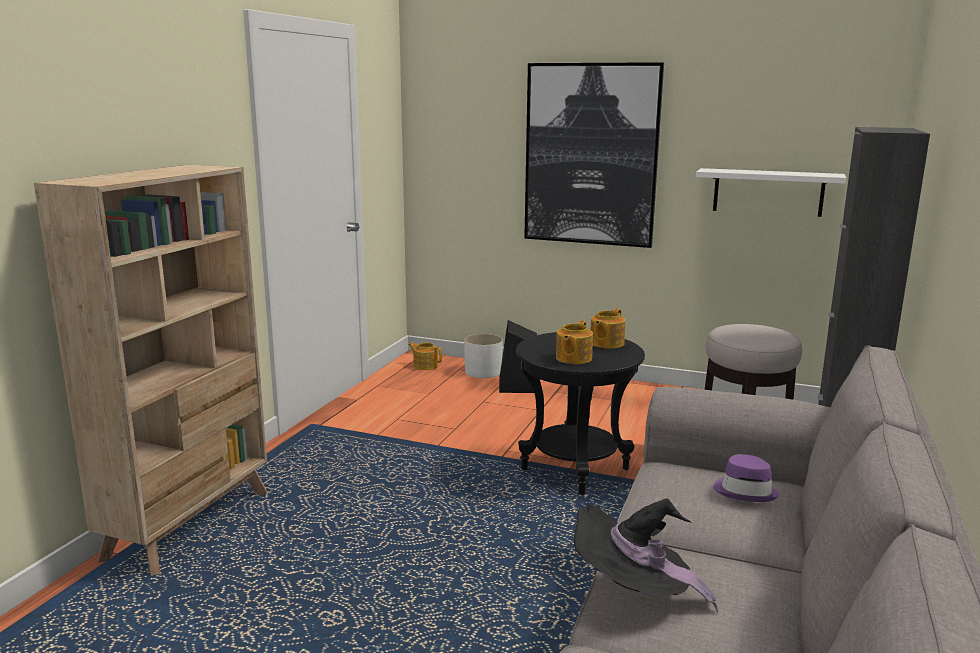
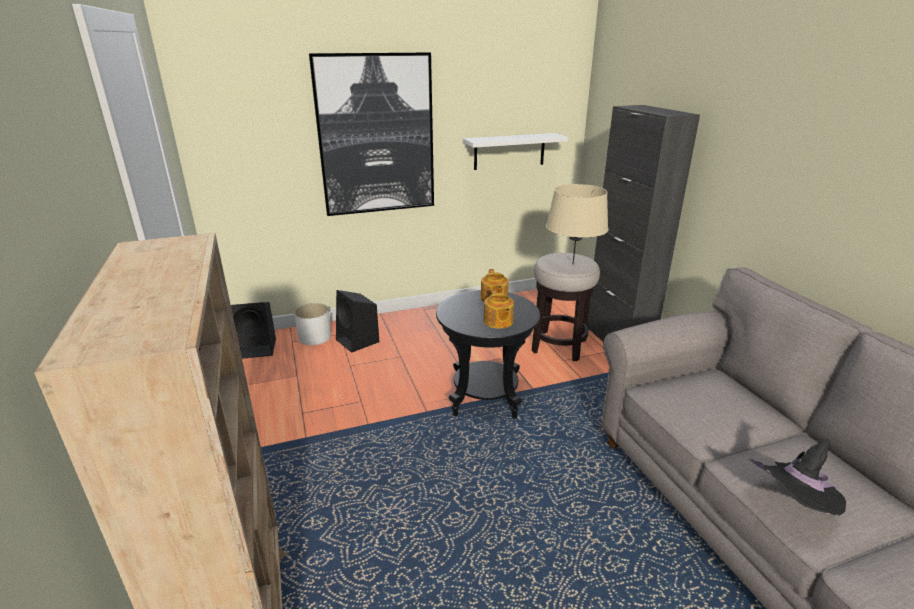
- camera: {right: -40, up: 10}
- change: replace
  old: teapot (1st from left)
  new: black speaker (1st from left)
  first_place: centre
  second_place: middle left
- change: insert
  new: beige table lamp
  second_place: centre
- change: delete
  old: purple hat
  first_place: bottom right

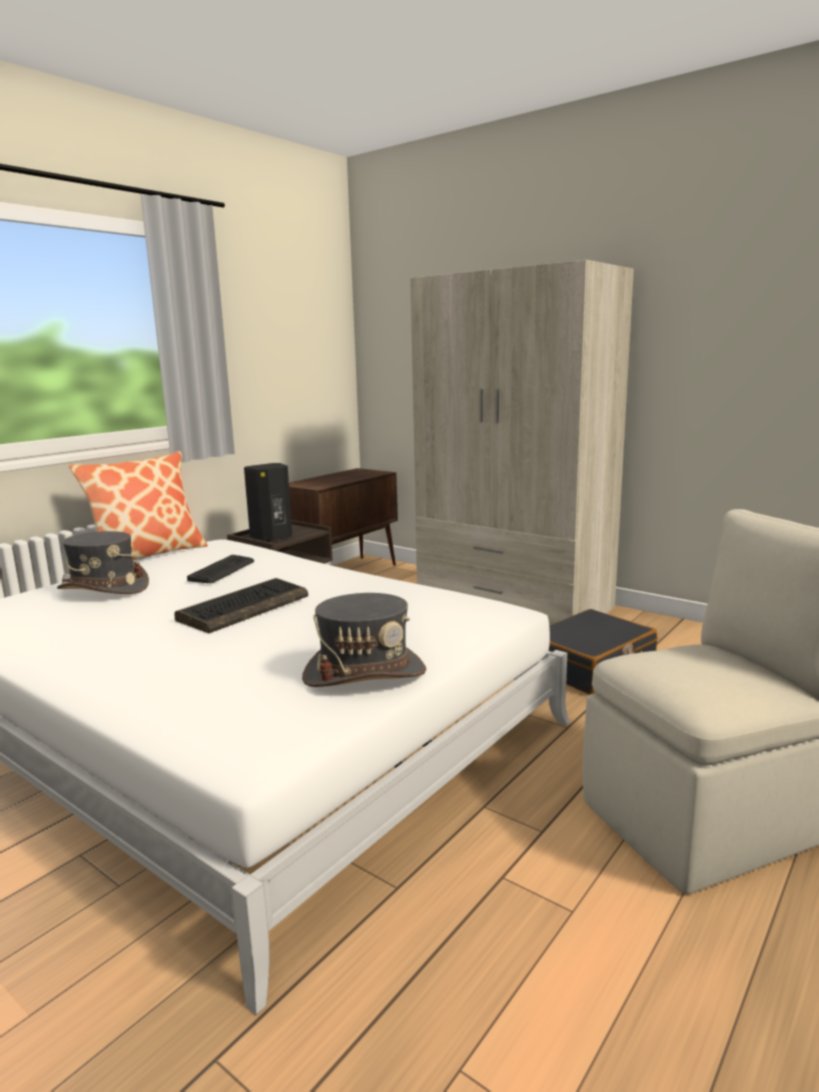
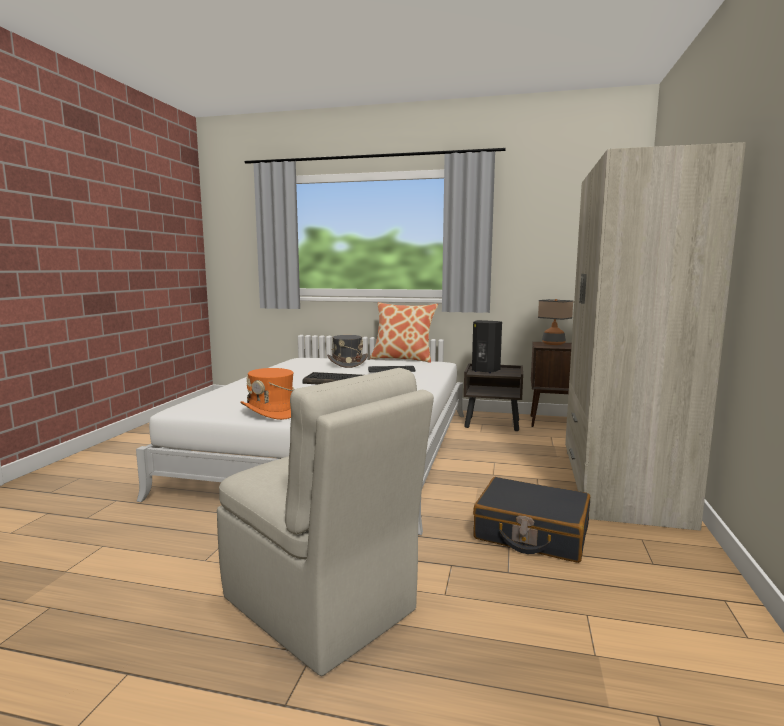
- camera: {right: 65, up: -5}
- change: recolor
  old: grey hat (2nd from left)
  new: orange hat
  first_place: centre
  second_place: centre
- change: insert
  new: table lamp
  second_place: middle right

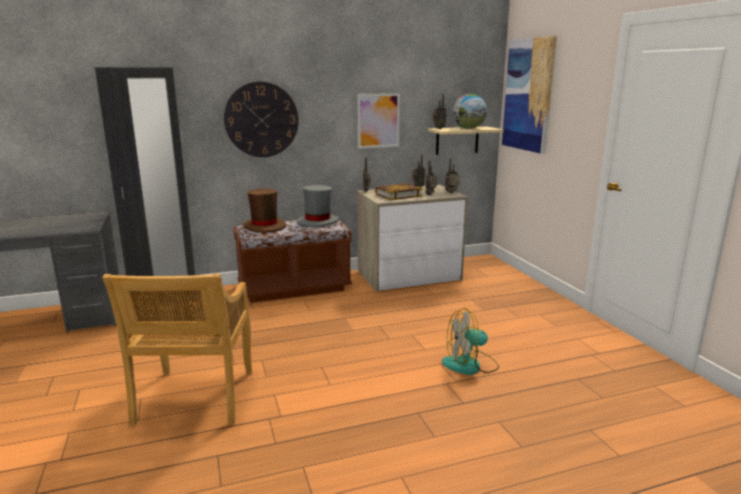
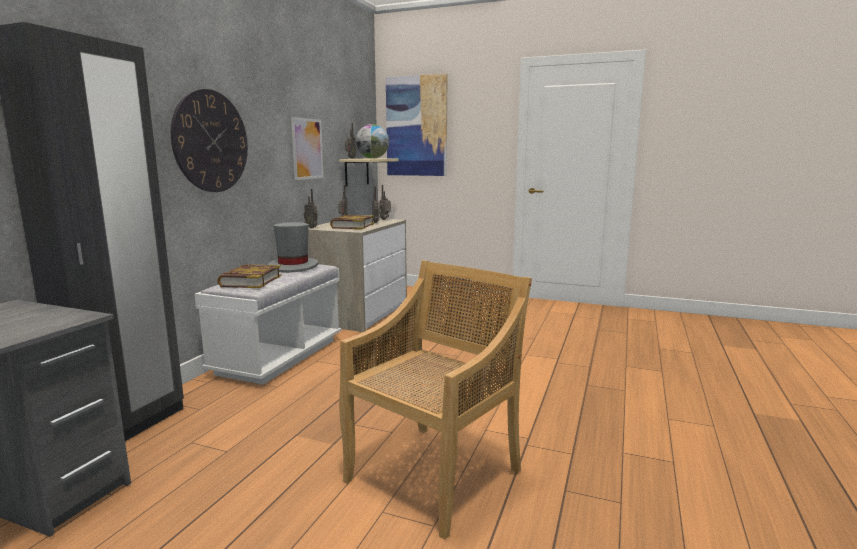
- camera: {right: -50, up: -5}
- change: recolor
  old: brown bench
  new: white bench
  first_place: centre
  second_place: middle left
- change: replace
  old: brown hat
  new: book (1st from left)
  first_place: centre
  second_place: middle left
- change: rotate
  old: beige chair
  first_place: bottom left
  second_place: bottom centre
  degrees: -90
- change: delete
  old: fan
  first_place: bottom centre

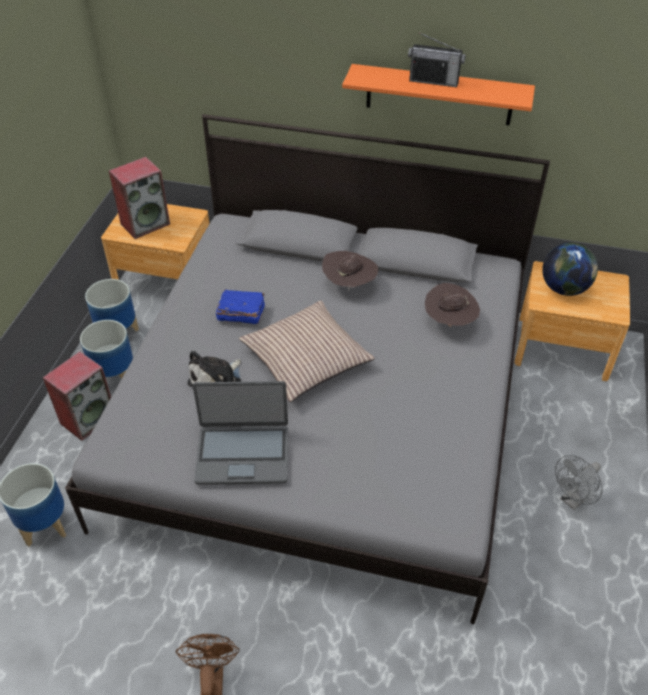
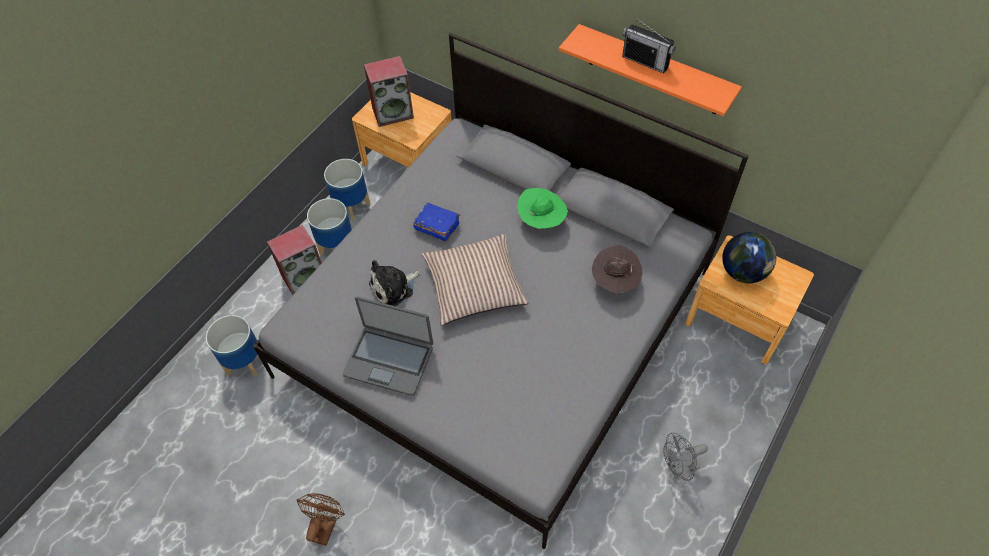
- camera: {right: 20, up: 10}
- change: recolor
  old: brown hat (1st from left)
  new: green hat
  first_place: centre
  second_place: centre

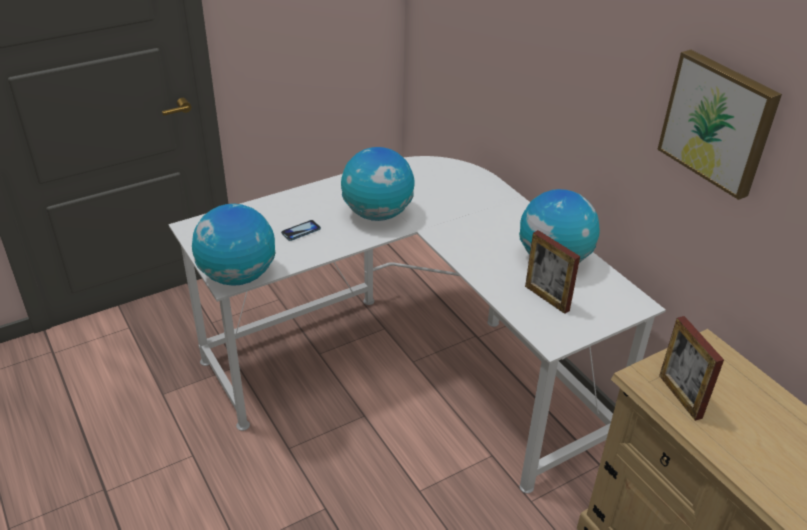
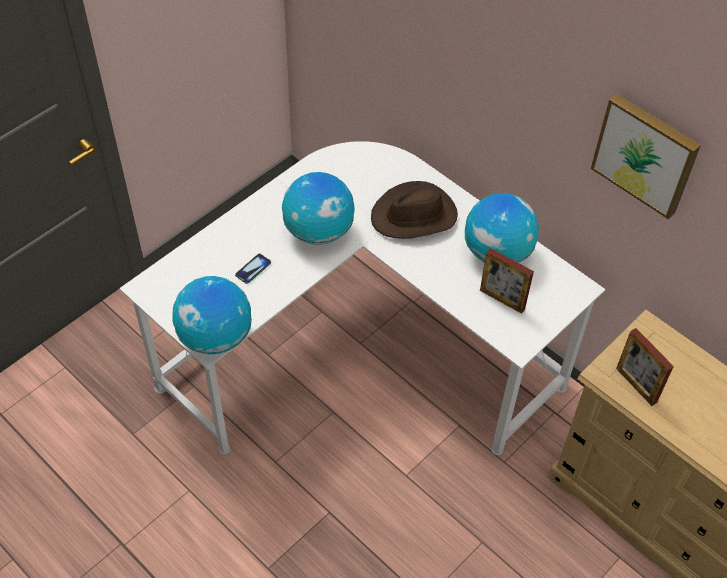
- camera: {right: -15, up: 15}
- change: insert
  new: brown hat
  second_place: centre

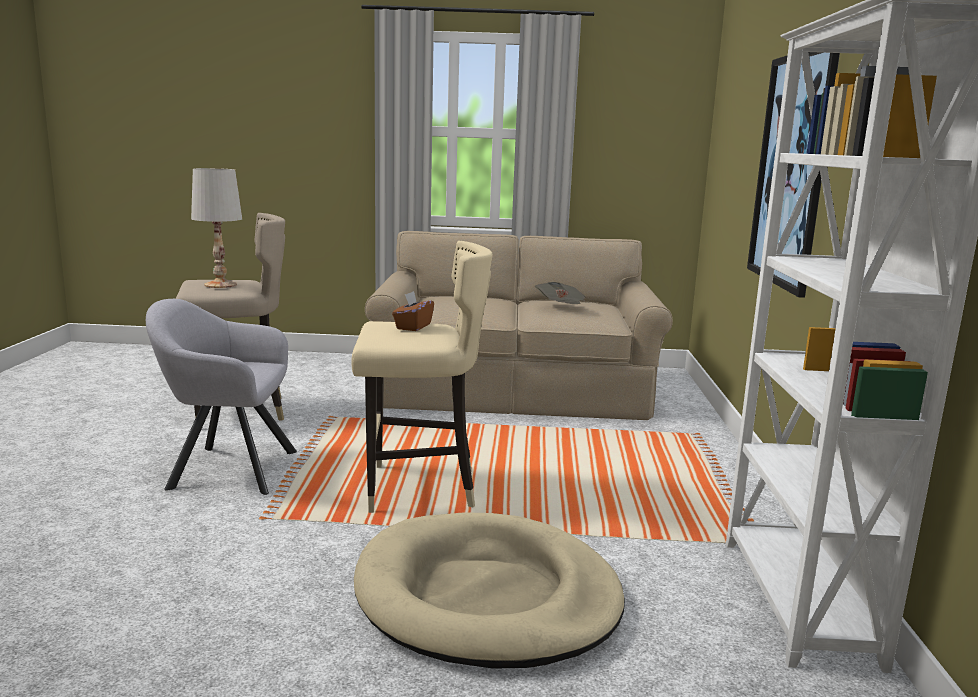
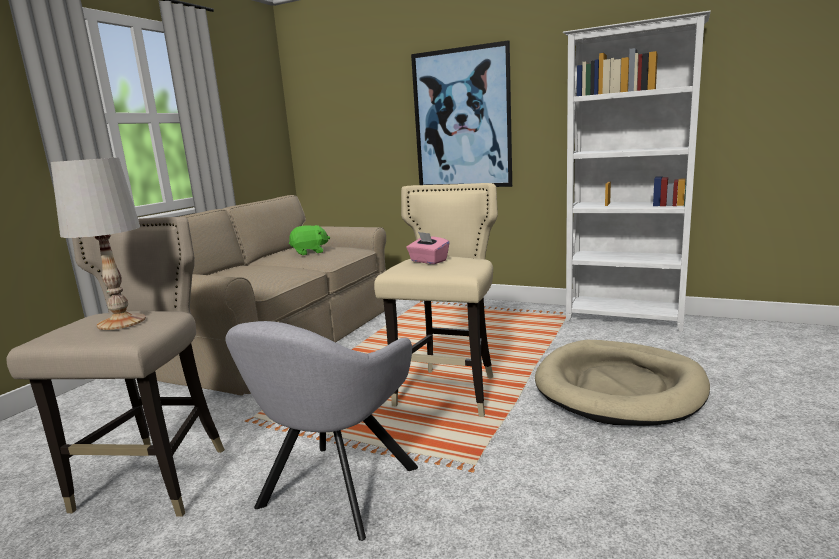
- camera: {right: -65, up: 0}
- change: replace
  old: newspaper
  new: green plush toy
  first_place: centre
  second_place: centre
- change: recolor
  old: brown tissue box
  new: pink tissue box
  first_place: centre
  second_place: centre

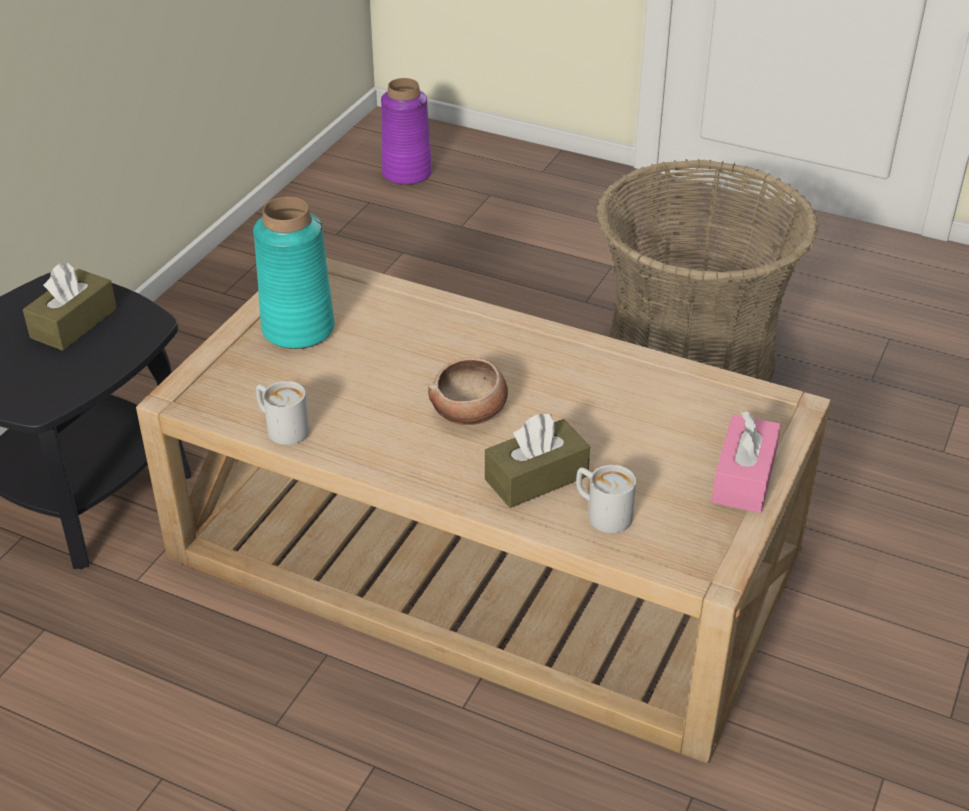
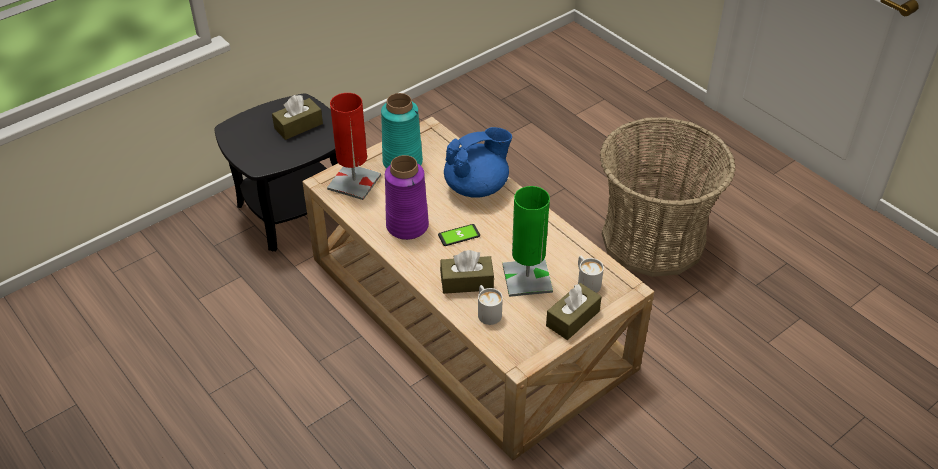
- camera: {right: 25, up: 5}
- change: insert
  new: red table lamp
  second_place: top centre
- change: move
  old: purple vase
  first_place: top centre
  second_place: centre
- change: replace
  old: bowl
  new: phone
  first_place: centre
  second_place: centre
- change: insert
  new: blue teapot
  second_place: centre
- change: insert
  new: green table lamp
  second_place: centre
- change: recolor
  old: pink tissue box
  new: brown tissue box (3rd from left)
  first_place: middle right
  second_place: centre
- change: move
  old: white mug (1st from left in the first image)
  new: white mug (2nd from left)
  first_place: middle left
  second_place: centre

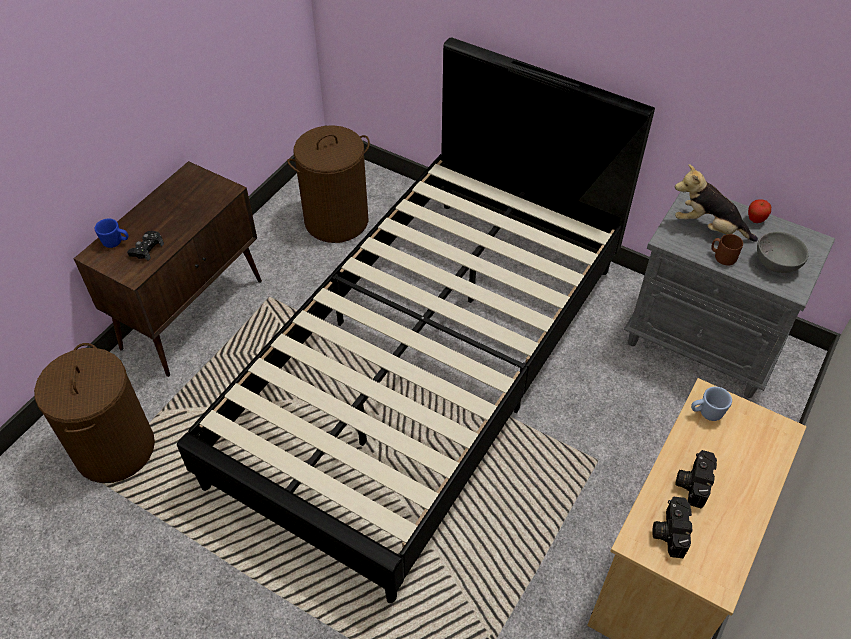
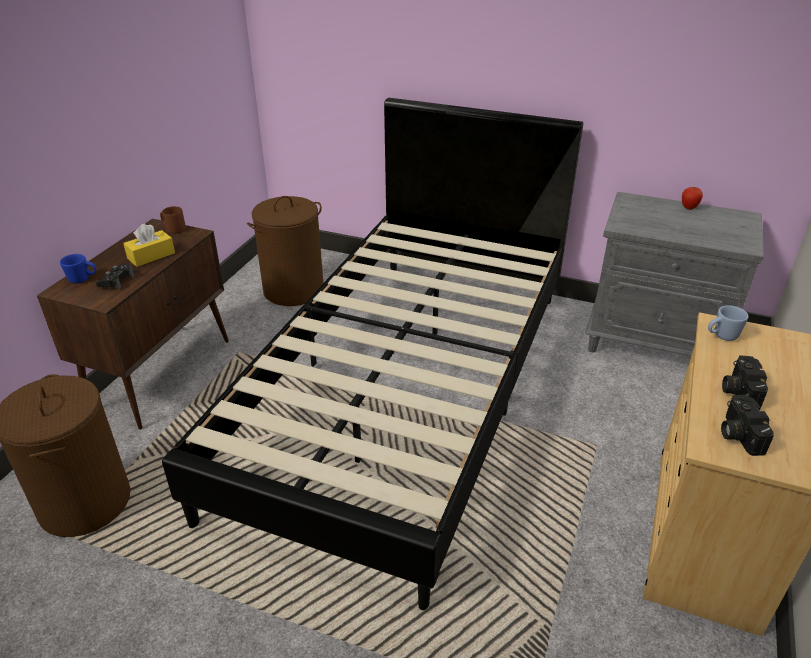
- camera: {right: -10, up: -15}
- change: insert
  new: yellow tissue box
  second_place: middle left
- change: move
  old: brown mug
  first_place: middle right
  second_place: middle left
- change: delete
  old: plush toy
  first_place: top right
- change: delete
  old: grey bowl
  first_place: middle right

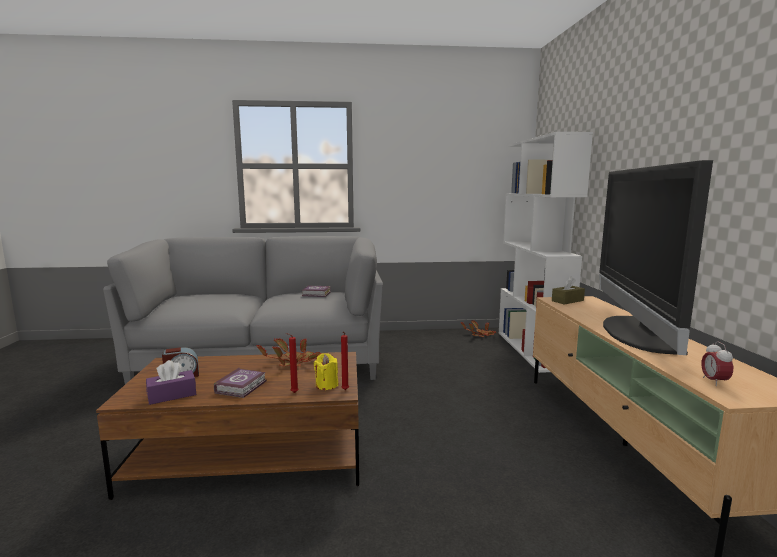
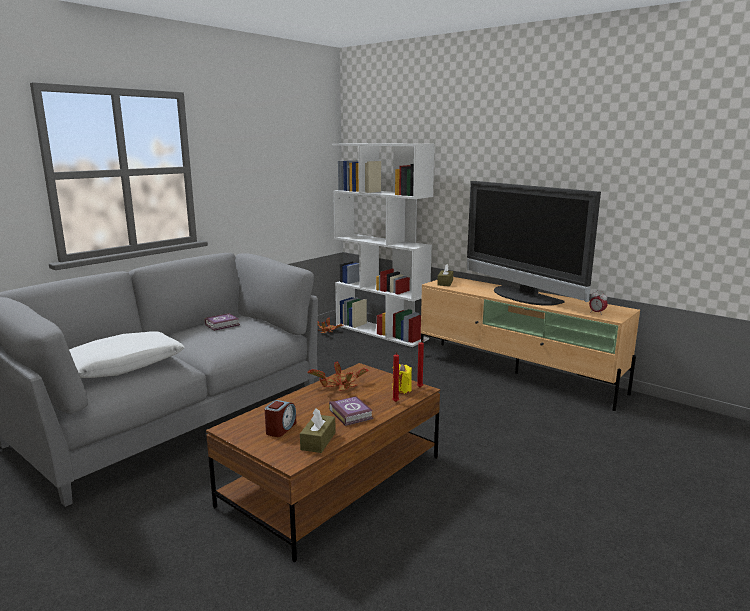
- camera: {right: -45, up: 5}
- change: insert
  new: white pillow
  second_place: middle left
- change: recolor
  old: purple tissue box
  new: brown tissue box (1st from left)
  first_place: bottom left
  second_place: bottom centre

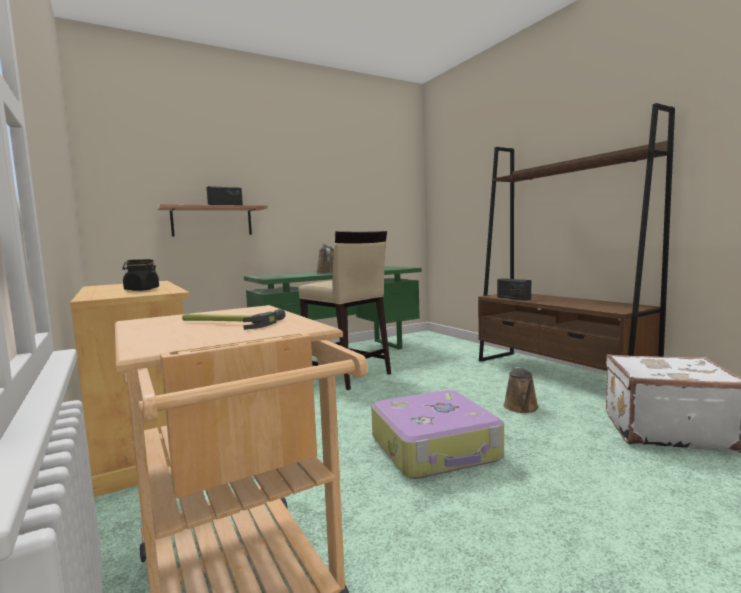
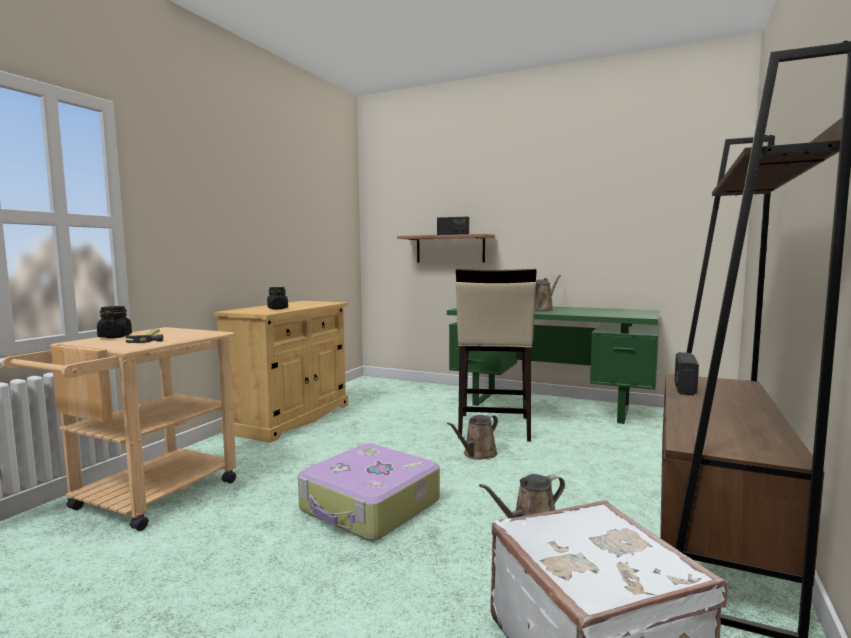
- camera: {right: 55, up: 0}
- change: insert
  new: black jar (1st from left)
  second_place: middle left
- change: insert
  new: brown watering can (1st from left)
  second_place: bottom centre

